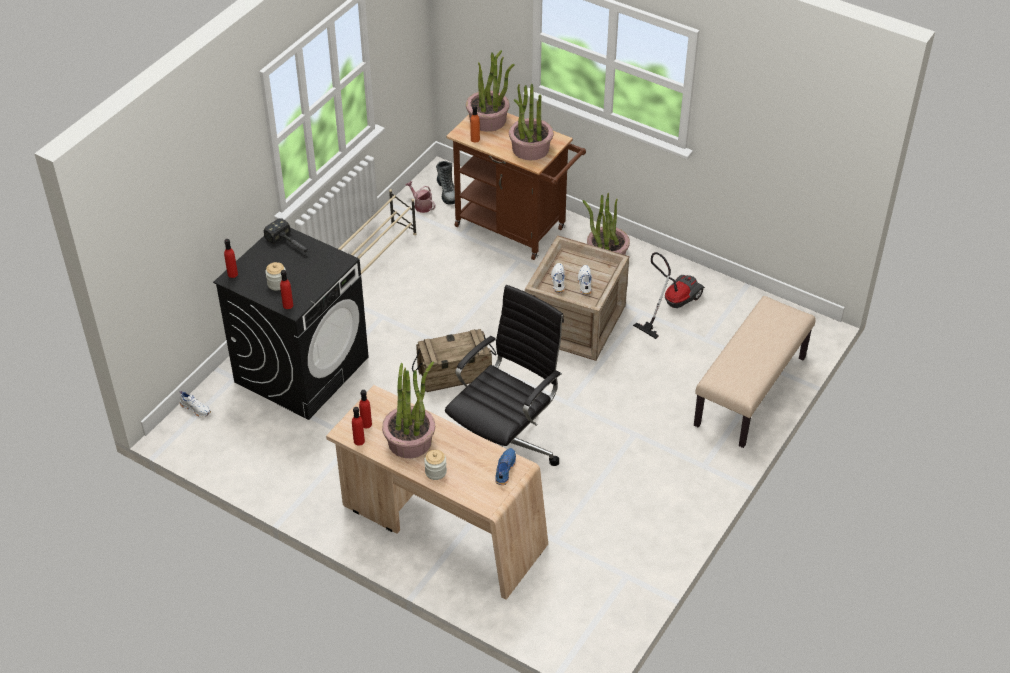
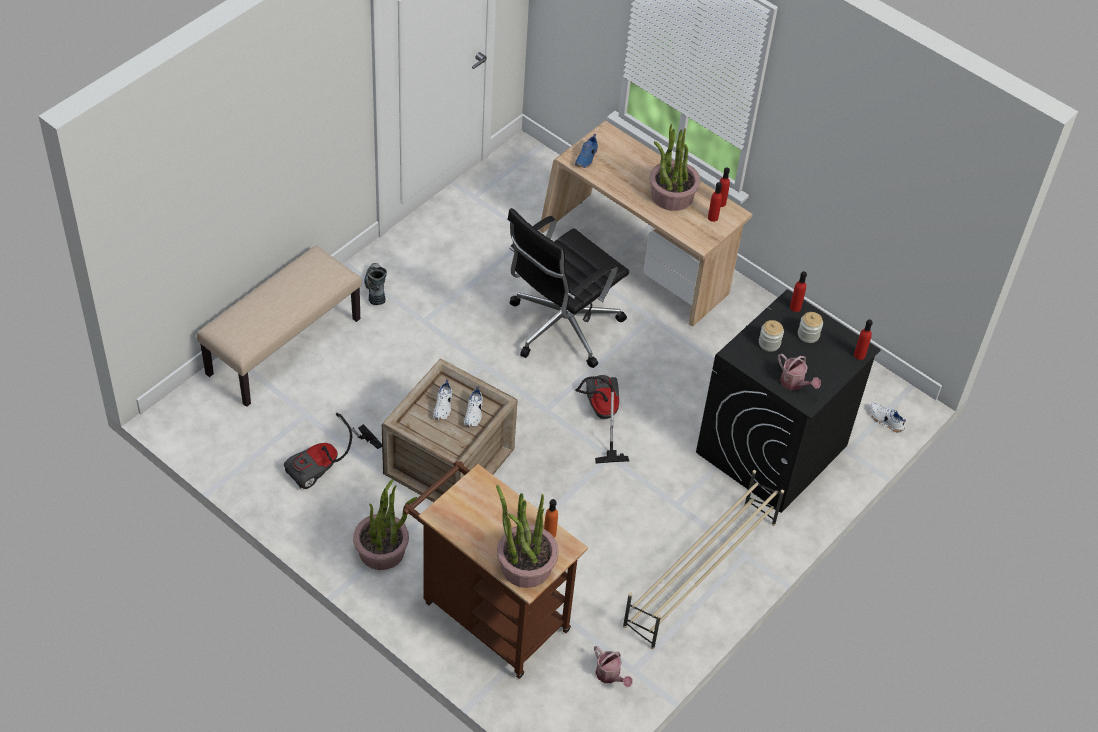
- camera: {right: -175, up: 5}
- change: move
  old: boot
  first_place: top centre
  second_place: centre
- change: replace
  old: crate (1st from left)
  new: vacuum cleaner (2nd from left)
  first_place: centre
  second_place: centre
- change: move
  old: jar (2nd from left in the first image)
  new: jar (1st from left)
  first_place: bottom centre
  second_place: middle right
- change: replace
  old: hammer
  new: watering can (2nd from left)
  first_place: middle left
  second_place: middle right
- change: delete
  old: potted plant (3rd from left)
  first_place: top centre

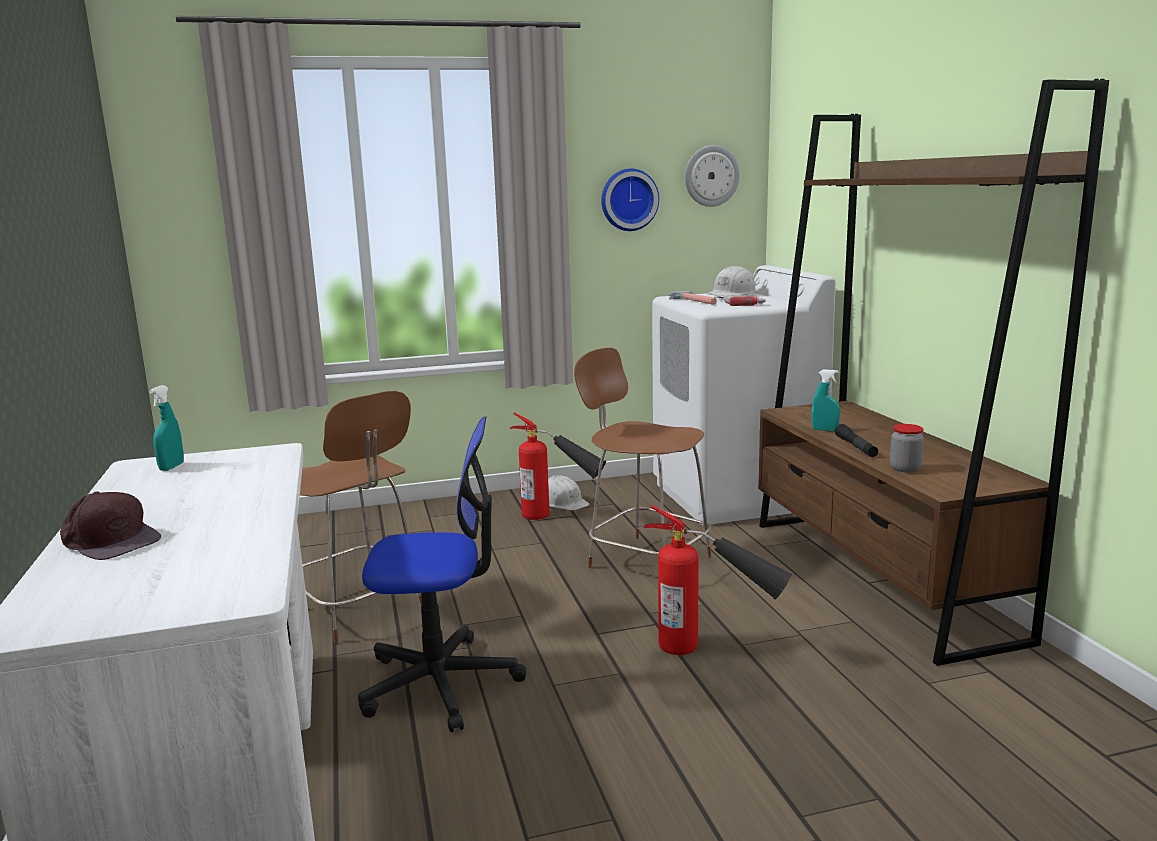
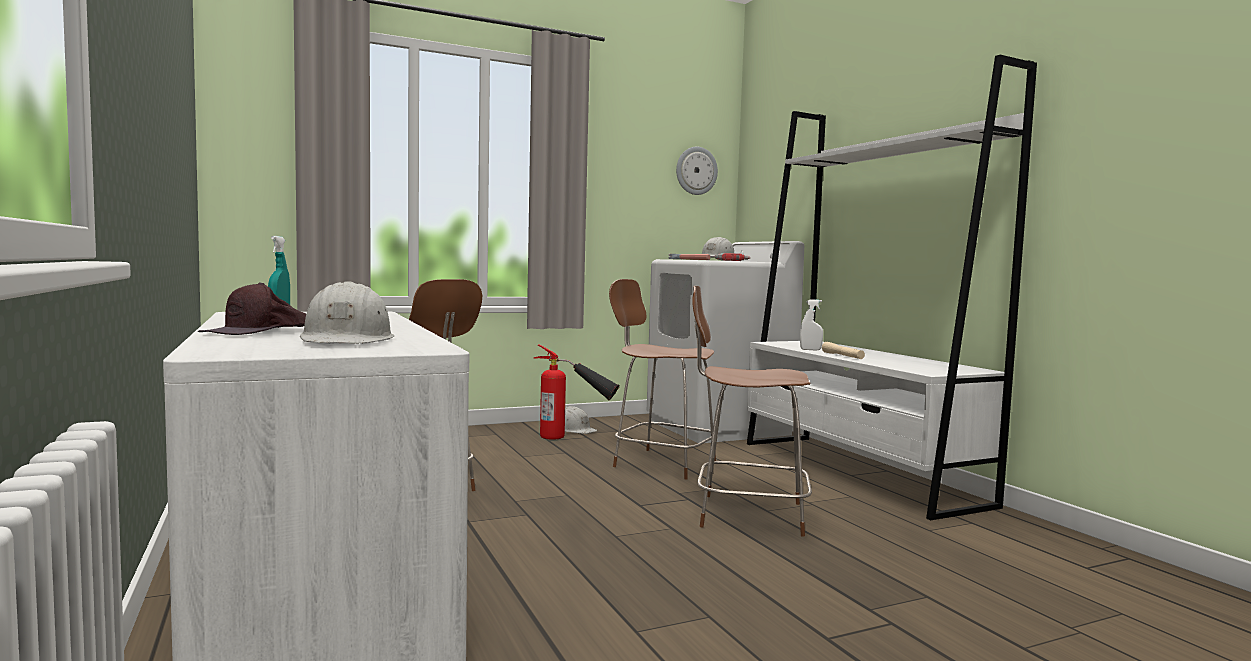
- camera: {right: -10, up: -10}
- change: rotate
  old: brown cap
  first_place: middle left
  second_place: middle left
  degrees: 90
- change: insert
  new: white hard hat (1st from left)
  second_place: middle left
- change: replace
  old: fire extinguisher (2nd from left)
  new: brown stool (3rd from left)
  first_place: bottom centre
  second_place: centre
- change: recolor
  old: brown bookcase
  new: white bookcase
  first_place: middle right
  second_place: middle right
- change: recolor
  old: turquoise spray bottle (2nd from left)
  new: white spray bottle
  first_place: middle right
  second_place: centre
- change: recolor
  old: black flashlight
  new: beige flashlight
  first_place: middle right
  second_place: middle right
- change: delete
  old: office chair
  first_place: bottom centre
- change: delete
  old: wall clock (1st from left)
  first_place: top centre
- change: delete
  old: jar
  first_place: middle right

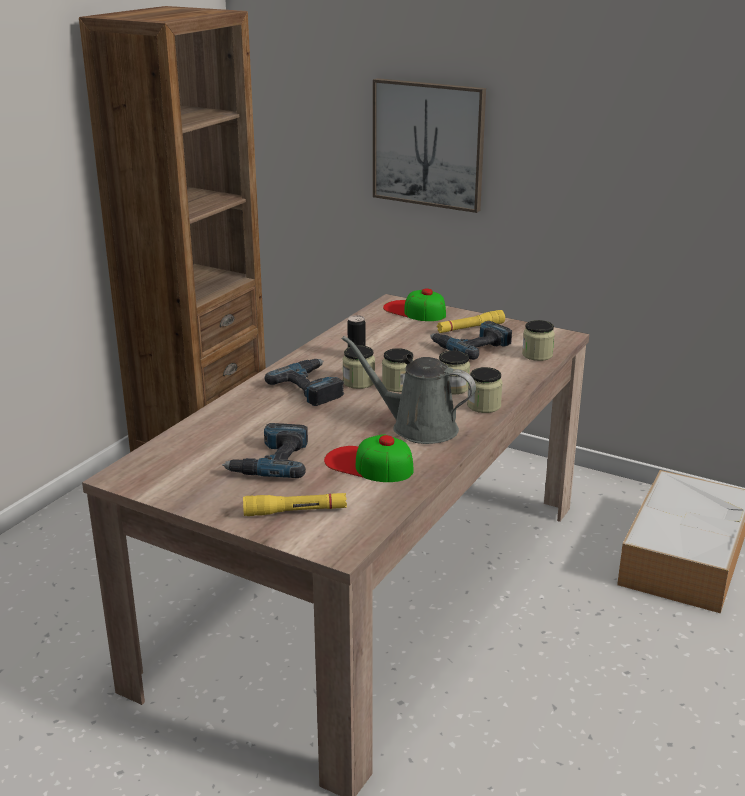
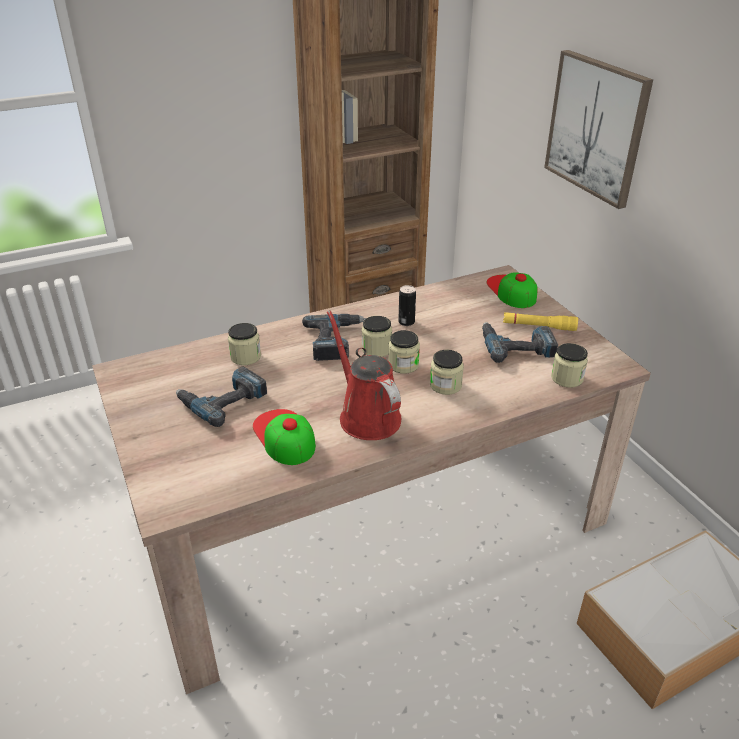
- camera: {right: 35, up: 10}
- change: move
  old: jar (4th from left in the first image)
  new: jar (1st from left)
  first_place: centre
  second_place: middle left
- change: recolor
  old: grey watering can
  new: red watering can
  first_place: centre
  second_place: centre
- change: delete
  old: yellow flashlight (1st from left)
  first_place: centre

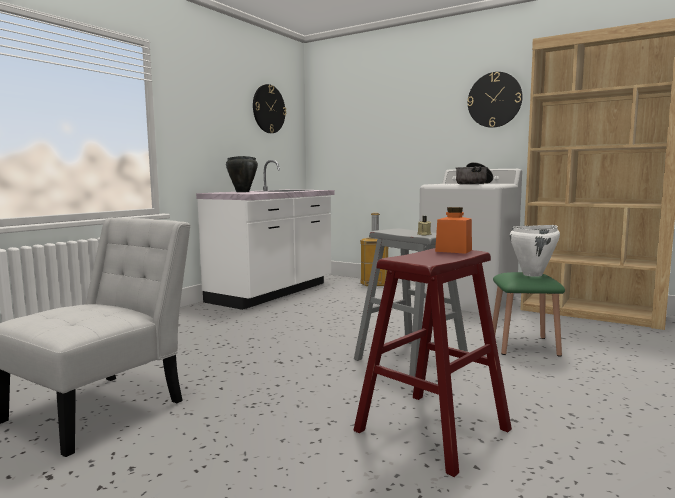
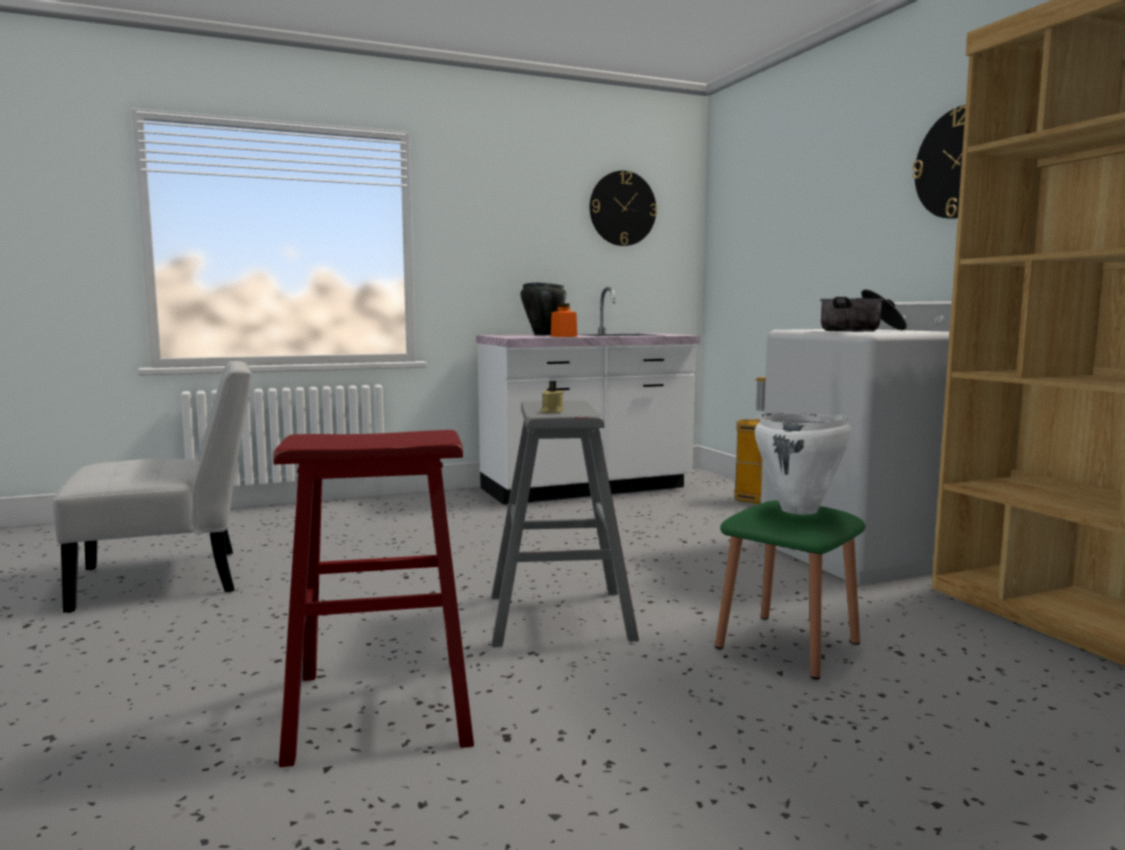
- camera: {right: 35, up: 0}
- change: move
  old: orange jar
  first_place: middle right
  second_place: centre

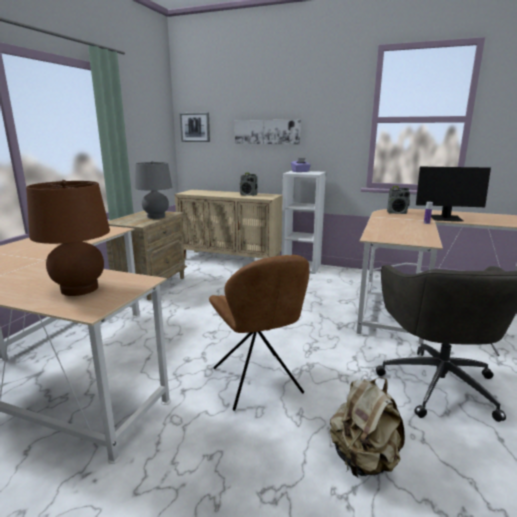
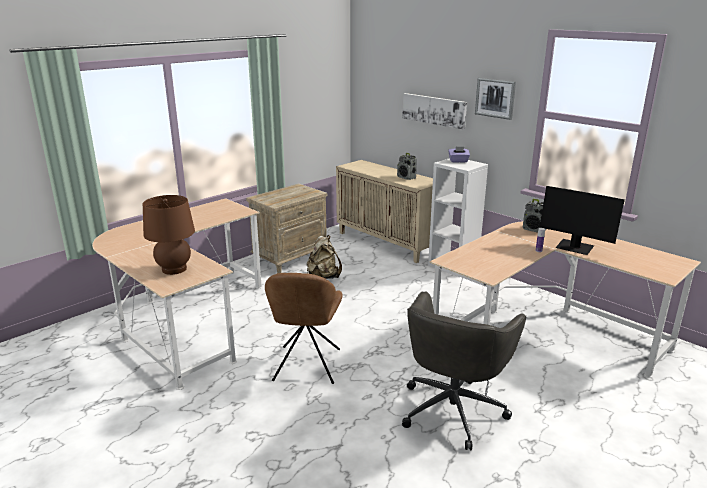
- camera: {right: 25, up: 5}
- change: move
  old: beige backpack
  first_place: bottom right
  second_place: centre
- change: move
  old: picture (1st from left in the first image)
  new: picture (2nd from left)
  first_place: top centre
  second_place: top right
- change: delete
  old: grey table lamp
  first_place: middle left

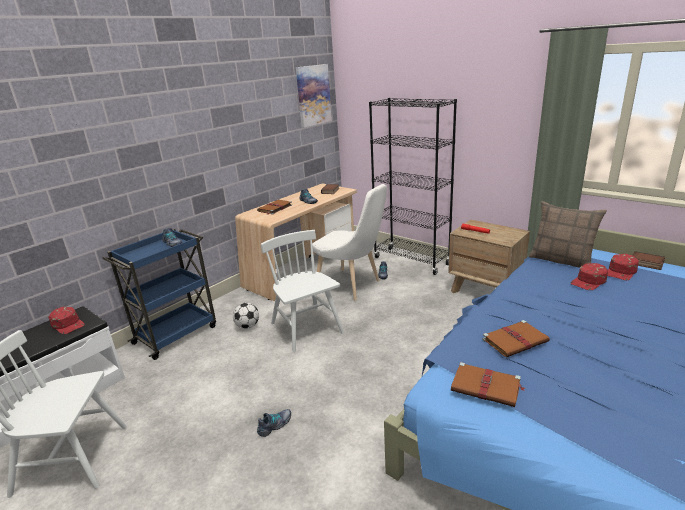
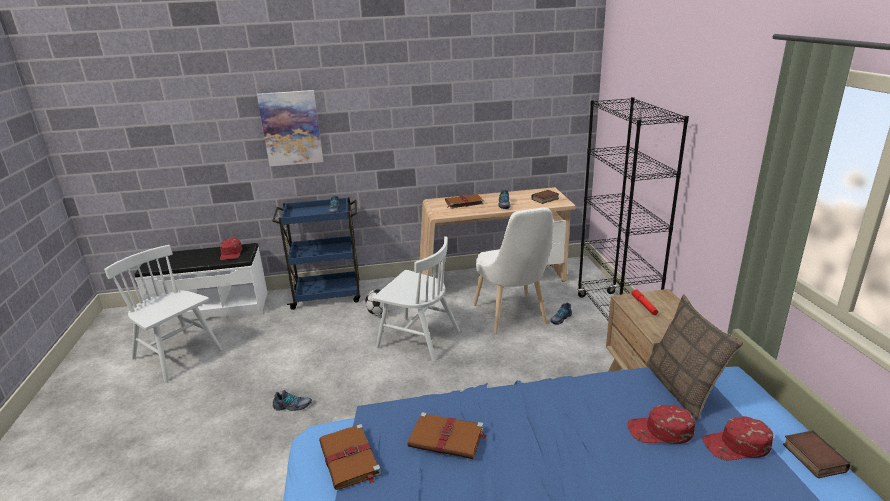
- camera: {right: 40, up: 0}
- change: move
  old: picture
  first_place: top centre
  second_place: top left
- change: rotate
  old: white chair (2nd from left)
  first_place: centre
  second_place: centre
  degrees: 105

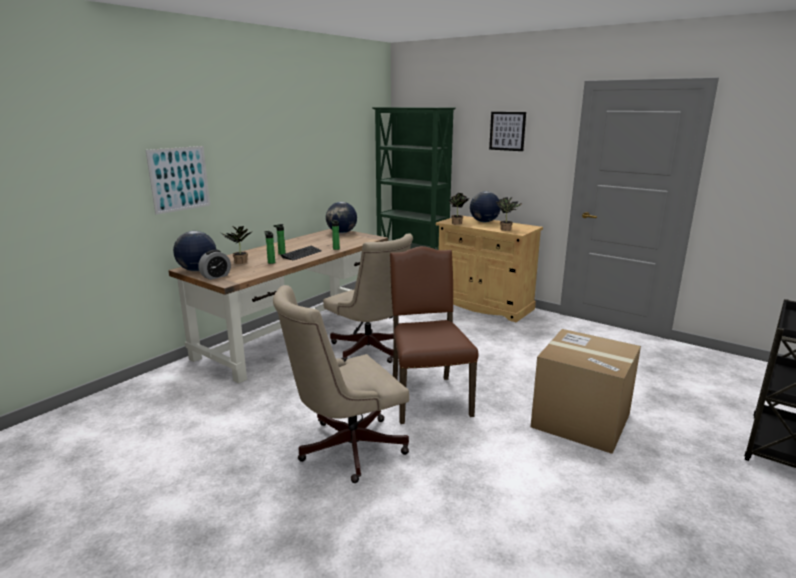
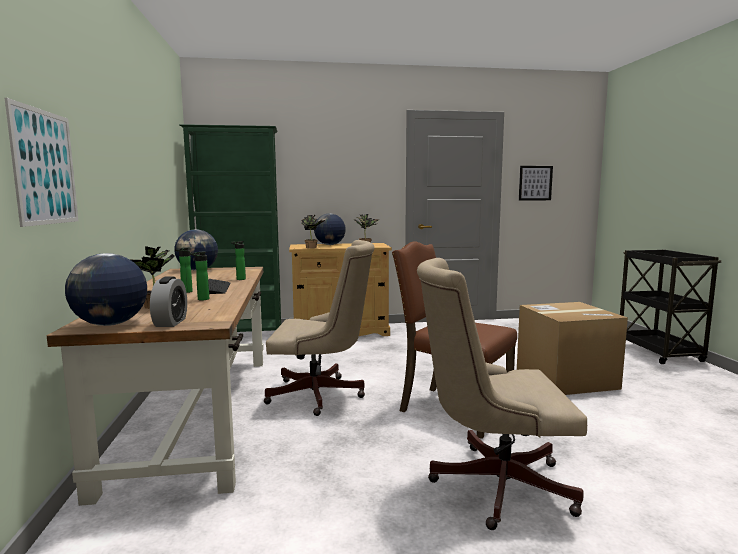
- camera: {right: -45, up: -10}
- change: rotate
  old: beige office chair (1st from left in the first image)
  first_place: centre
  second_place: bottom right
  degrees: 75
- change: move
  old: picture (2nd from left)
  first_place: top centre
  second_place: top right

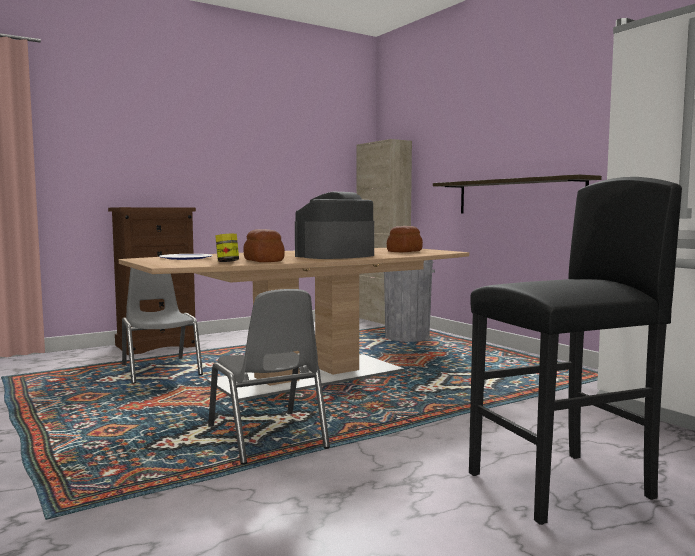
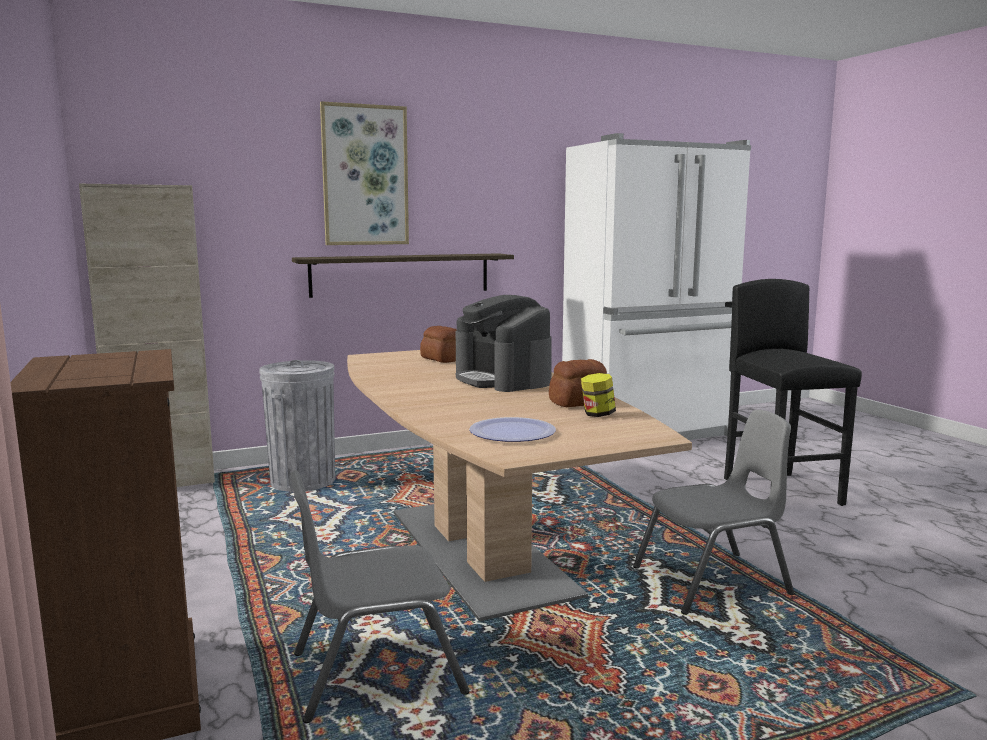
- camera: {right: -80, up: 5}
- change: insert
  new: picture
  second_place: top centre

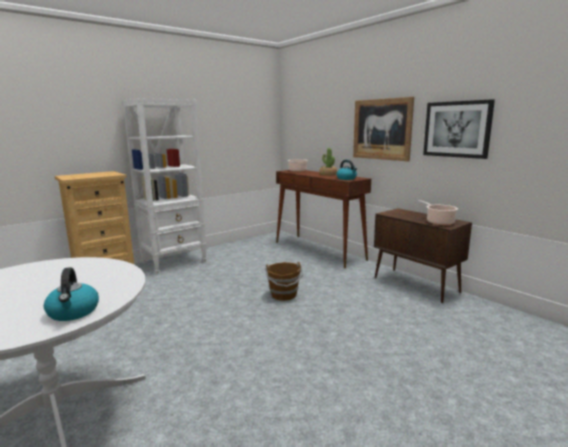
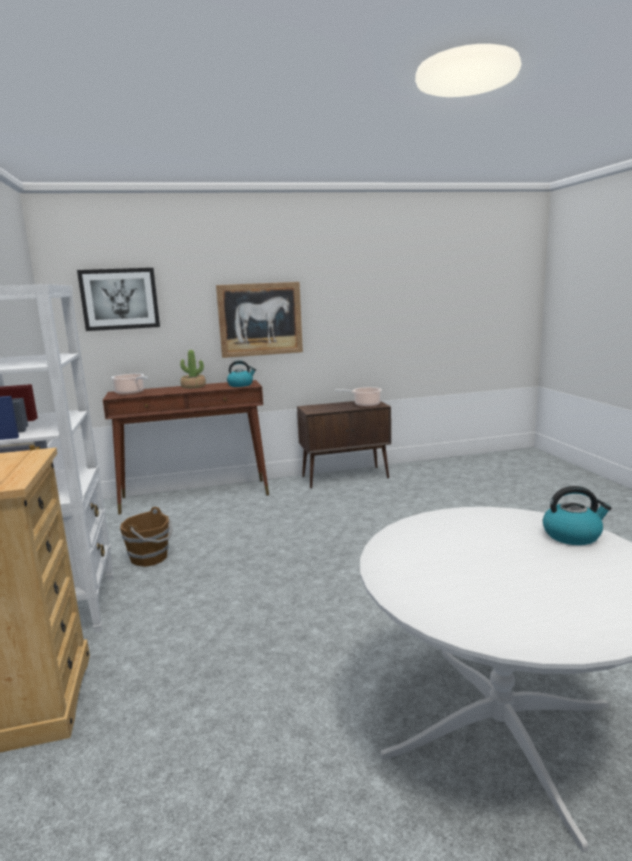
- camera: {right: -65, up: 0}
- change: move
  old: picture (2nd from left in the first image)
  new: picture (1st from left)
  first_place: top right
  second_place: middle left
- change: move
  old: brown bucket
  first_place: centre
  second_place: middle left

